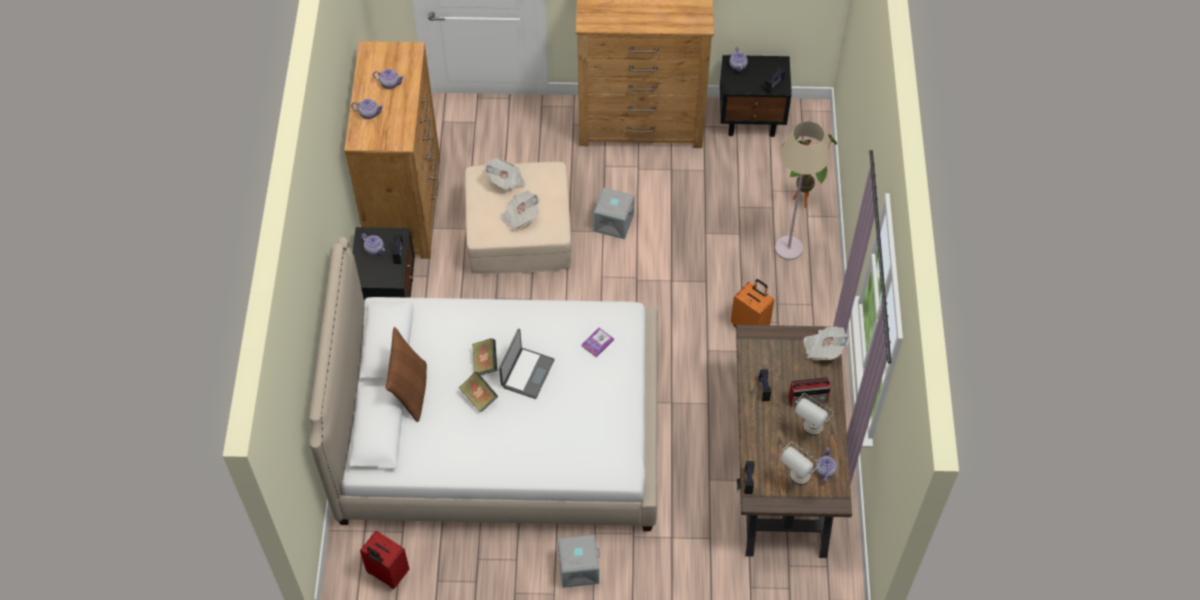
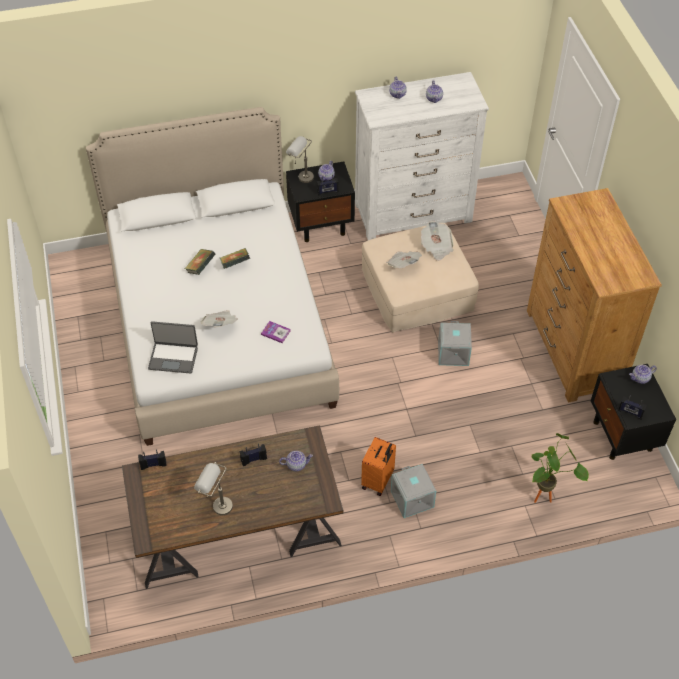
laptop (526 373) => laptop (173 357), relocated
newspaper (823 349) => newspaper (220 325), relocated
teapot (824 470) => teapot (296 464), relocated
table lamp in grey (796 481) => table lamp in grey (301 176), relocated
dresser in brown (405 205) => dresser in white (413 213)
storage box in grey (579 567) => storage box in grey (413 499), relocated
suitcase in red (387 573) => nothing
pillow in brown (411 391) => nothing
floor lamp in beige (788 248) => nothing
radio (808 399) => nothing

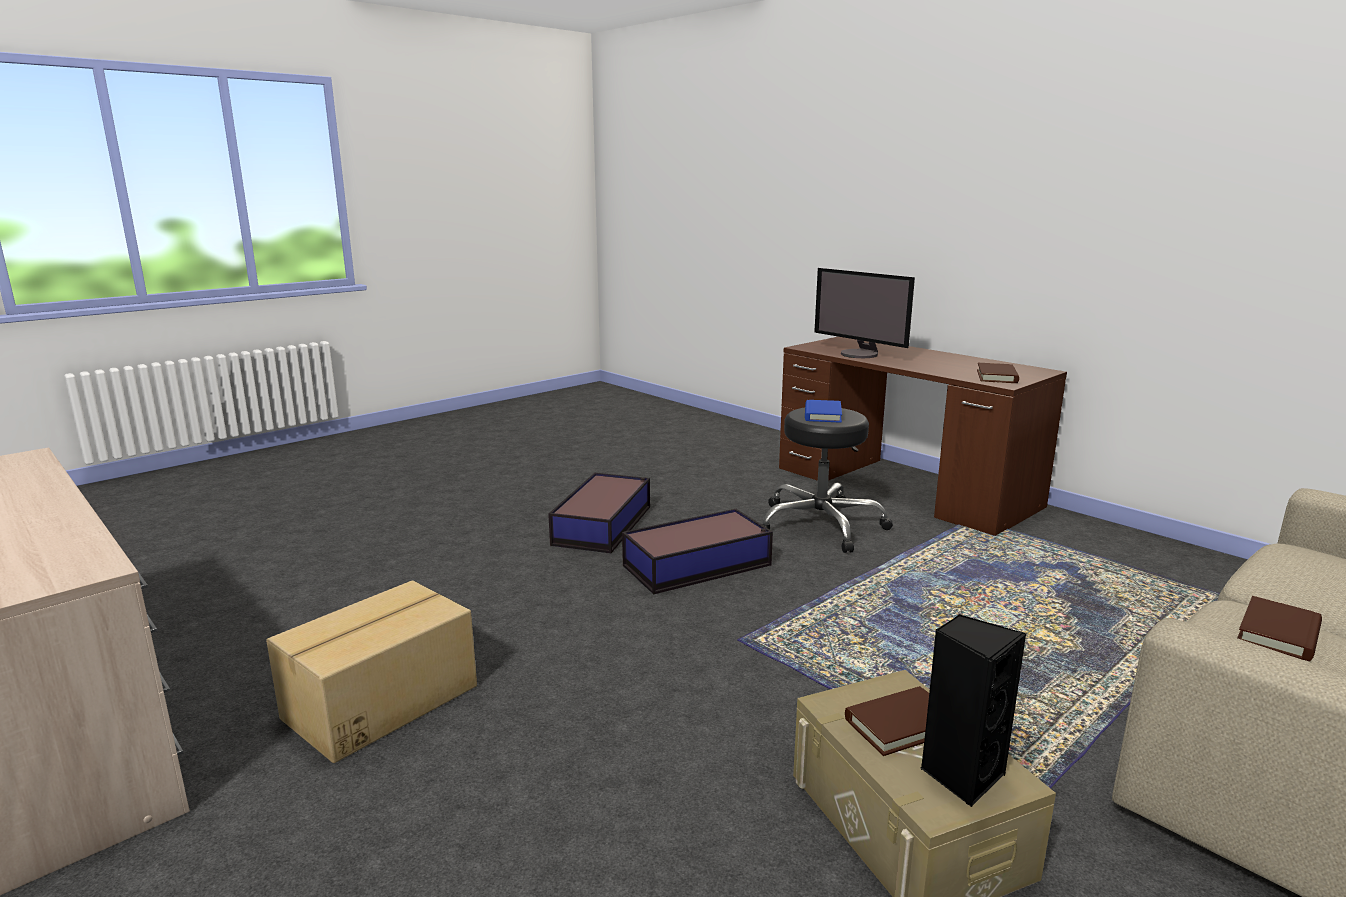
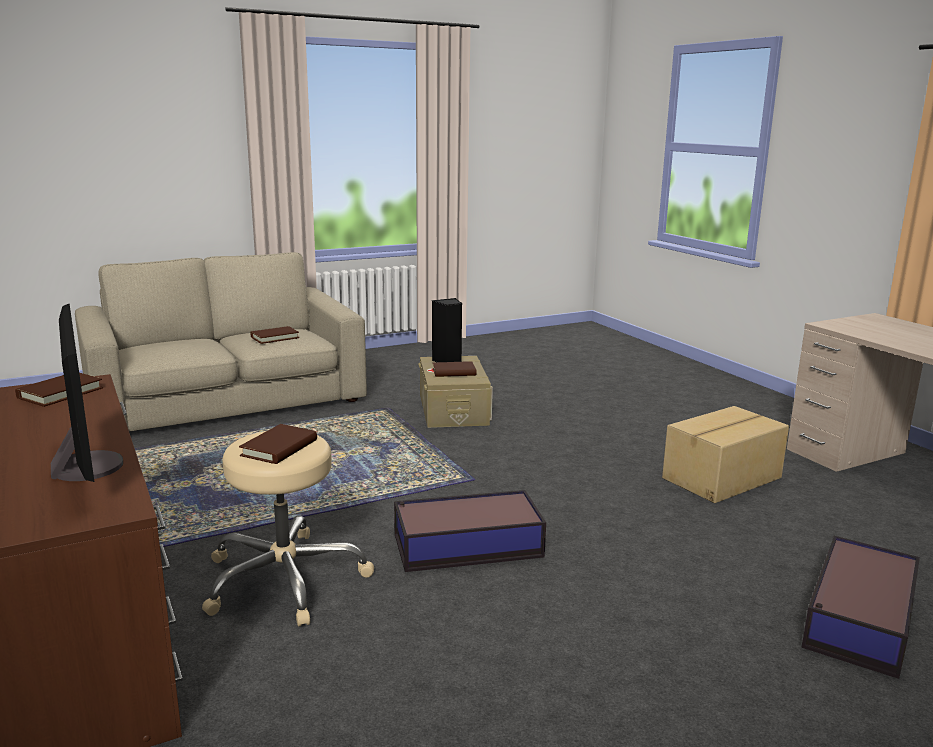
stool in black (820 524) => stool in beige (284 579)
book in blue (822 414) => book in brown (279 448)
storage box (604 524) => storage box (858 620), relocated

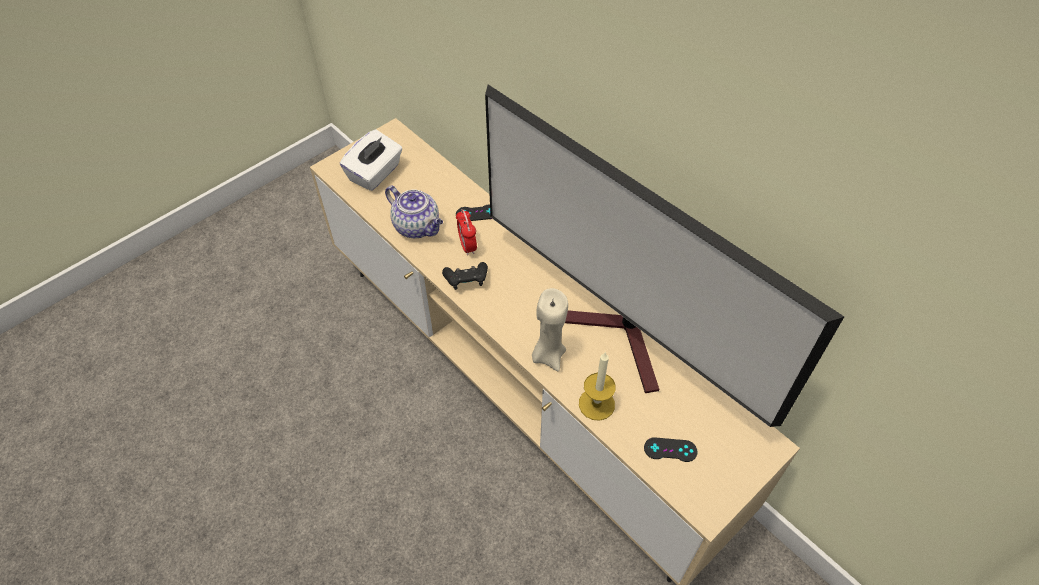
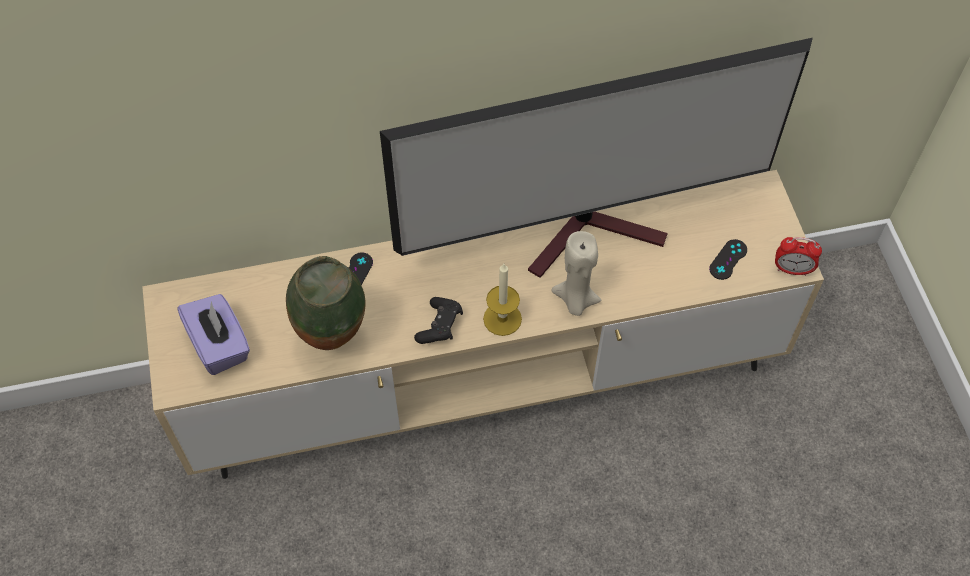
tissue box in white (375 173) => tissue box in purple (220 345)
teapot (418 227) => vase (333 338)
candle (596 404) => candle (502 319), relocated
alarm clock (467 246) => alarm clock (792 269), relocated

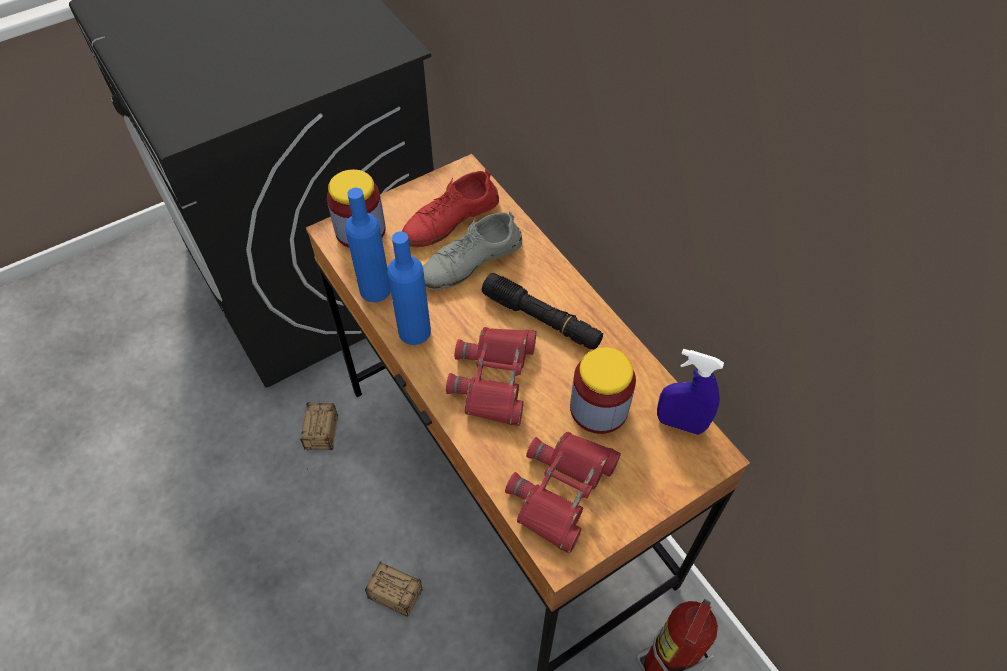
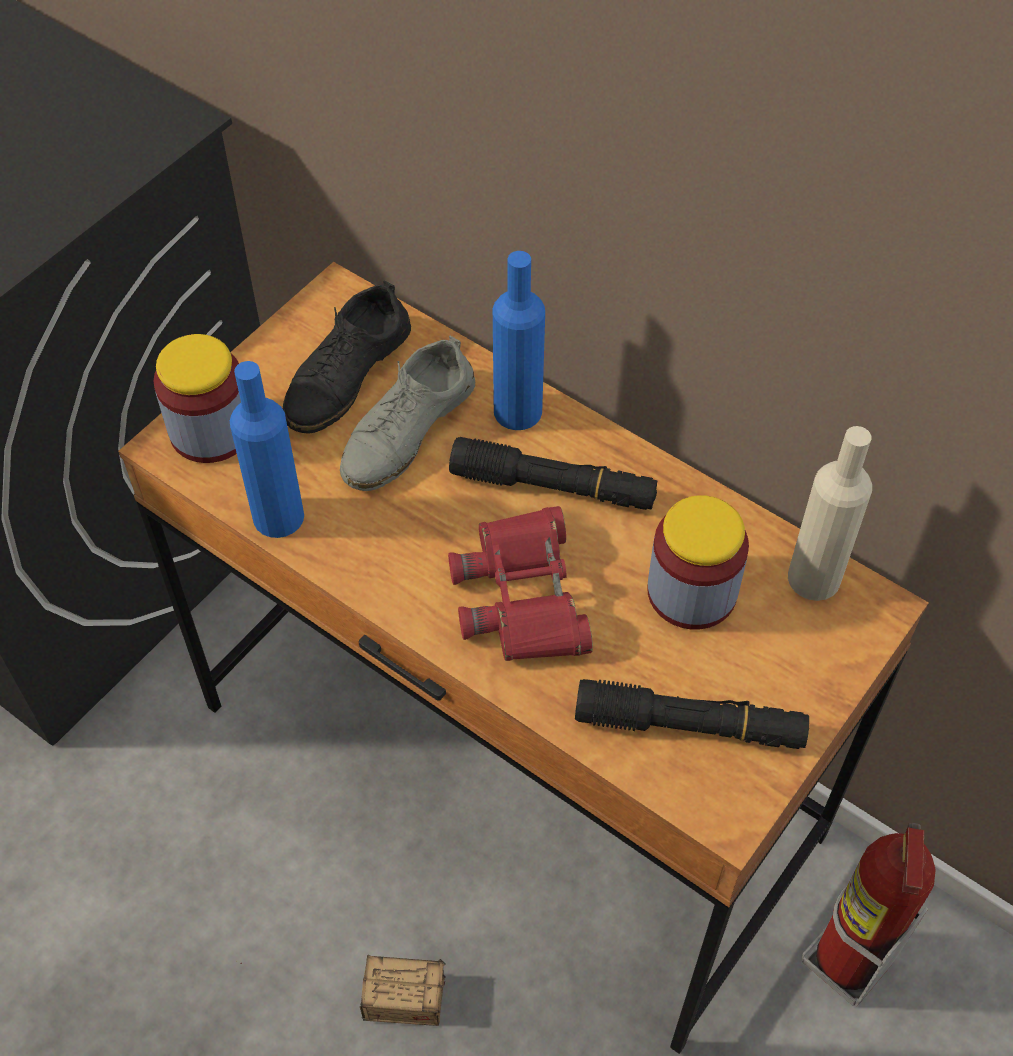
shoe in red (450 219) => shoe in black (347 374)
bottle in blue (414 331) => bottle in blue (517 411), relocated
binoculars in red (561 490) => flashlight in black (690 726)
spray bottle in blue (680 424) => bottle in beige (814 578)
storage box (317 457) => nothing

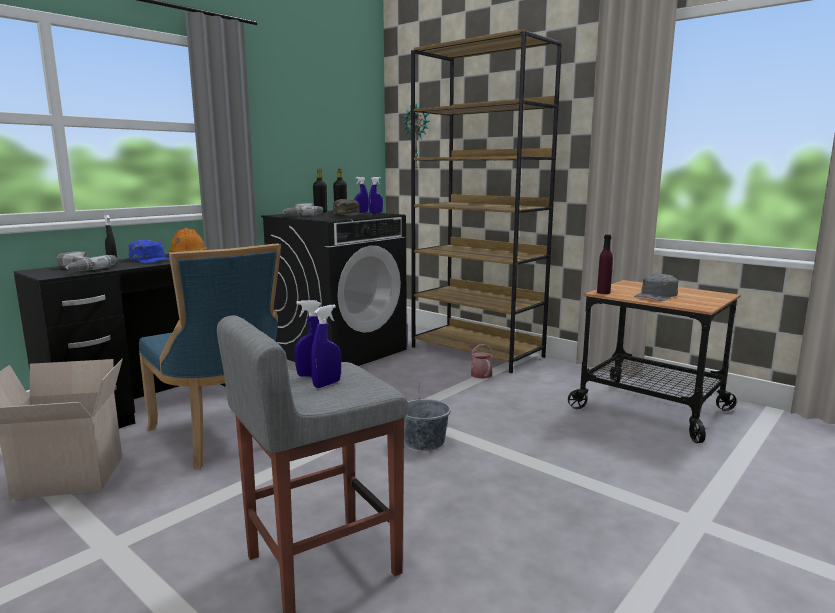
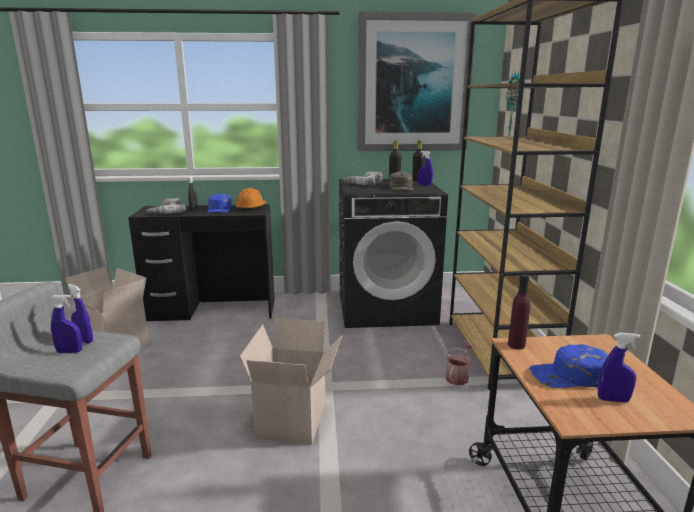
bucket in grey (424 442) => cardboard box (294 421)
nothing => picture (413 84)
cap in grey (656 296) => cap in blue (569 376)
spray bottle in blue (376 213) => spray bottle in blue (613 400), relocated
chair in blue (220 437) => nothing

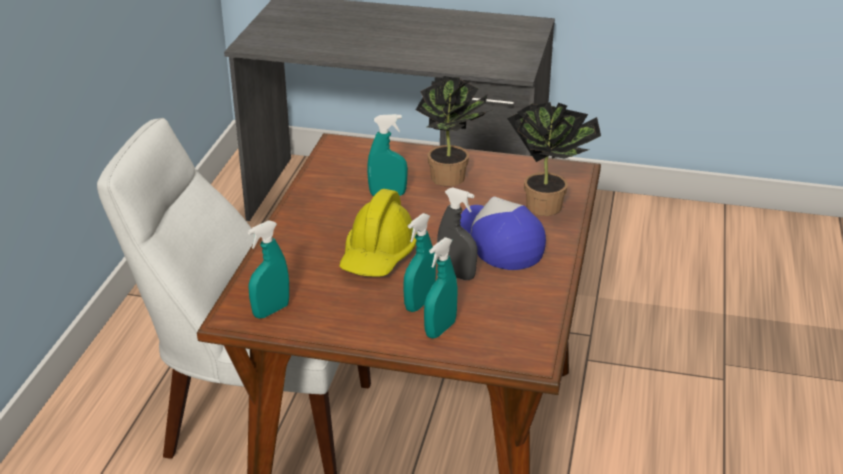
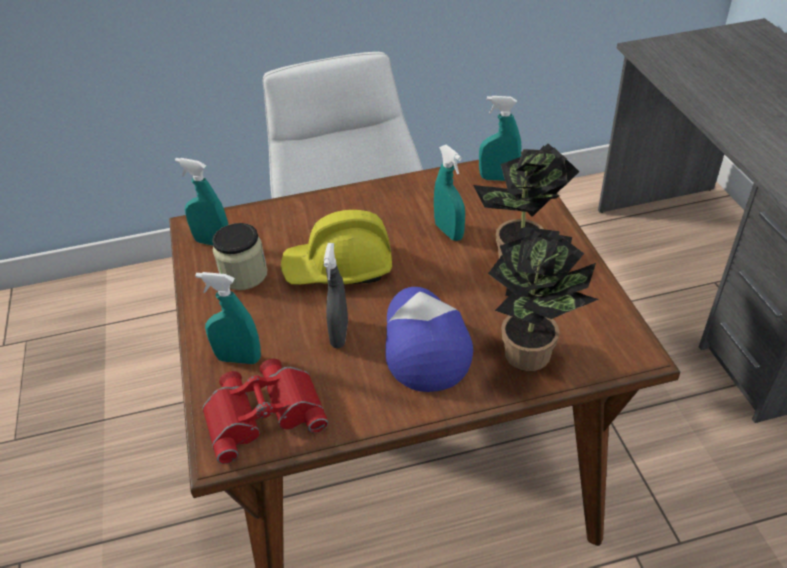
nothing => binoculars in red (264 412)
nothing => jar (244 274)
cap (499 242) => cap (423 343), 45 degrees counterclockwise
spray bottle in turquoise (419 303) => spray bottle in turquoise (498 178), relocated

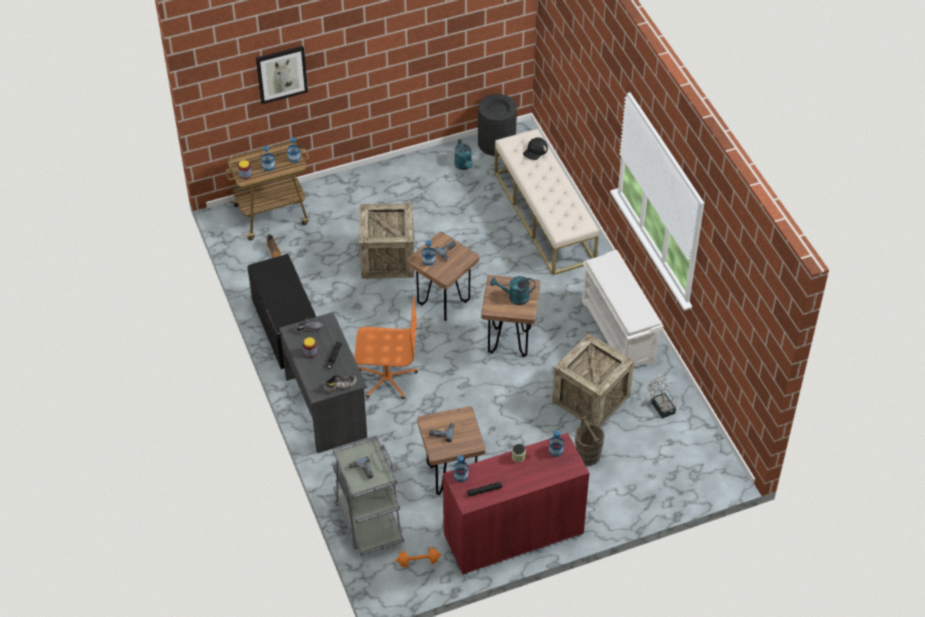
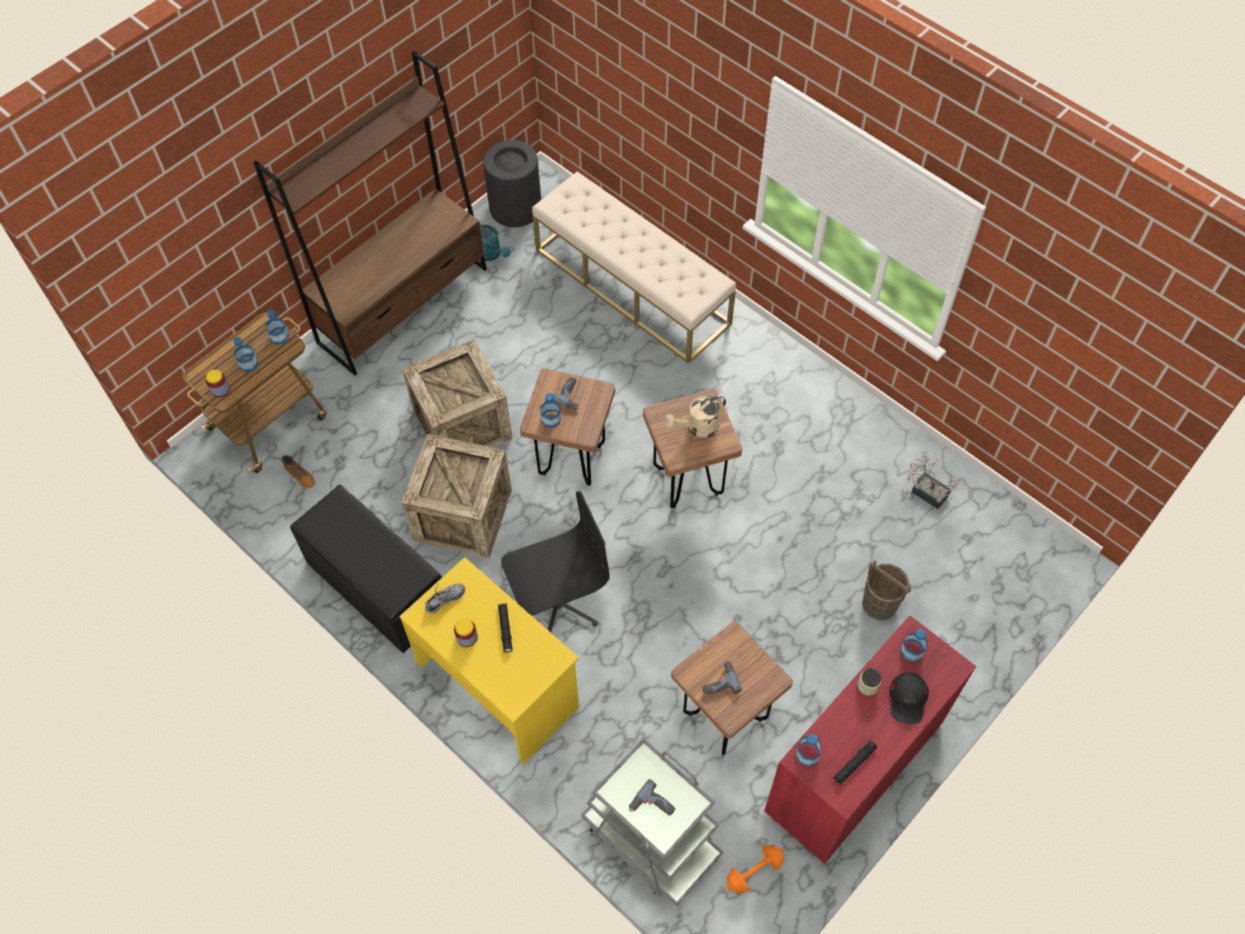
nothing => bookcase in brown (403 305)
desk in grey (327 407) => desk in yellow (499 684)
crate (591 398) => crate (463 515), relocated
office chair in orange (387 378) => office chair in black (557 603)
watering can in turquoise (514 297) => watering can in beige (697 428)
cap in black (535 151) => cap in black (907 699), relocated
picture (281 74) => nothing
shoe (340 386) => nothing
shoe rack in white (619 333) => nothing

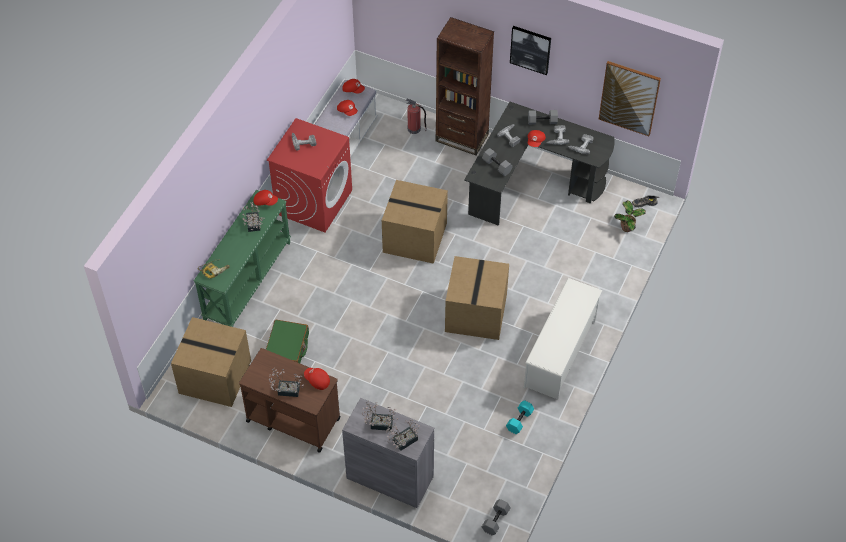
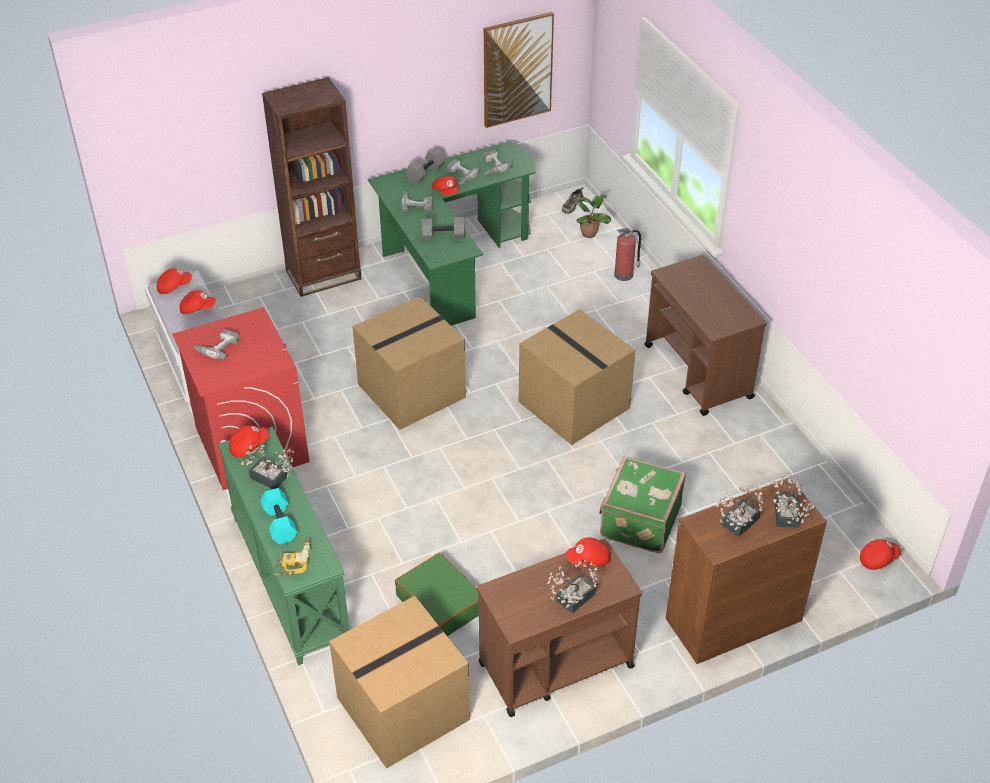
dumbbell in turquoise (519 420) => dumbbell in turquoise (279 523), relocated
desk in black (531 183) => desk in green (450 262)
nothing => suitcase in green (638 521)
fire extinguisher (414 129) => fire extinguisher (624 274), relocated
shoe rack in white (560 353) => cart in brown (698 372)
cabinet in grey (390 477) => cabinet in brown (733 619)
dumbbell in grey (495 520) => cap in red (878 558)
picture (530 49) => nothing

